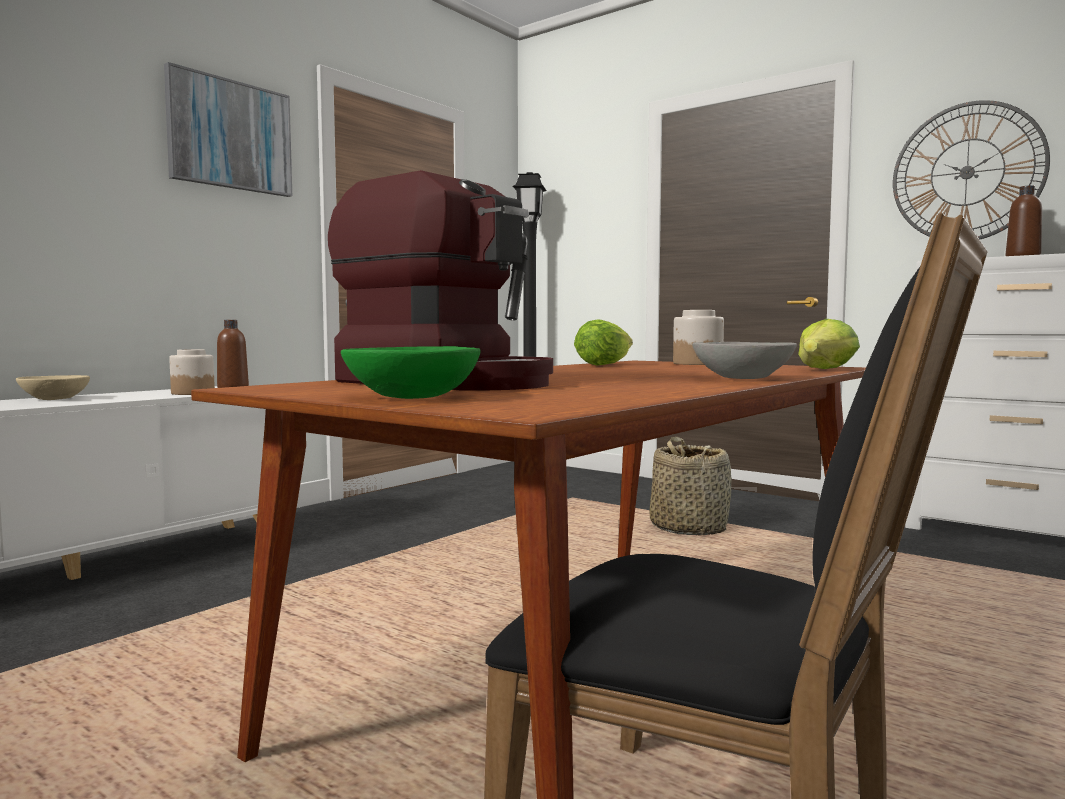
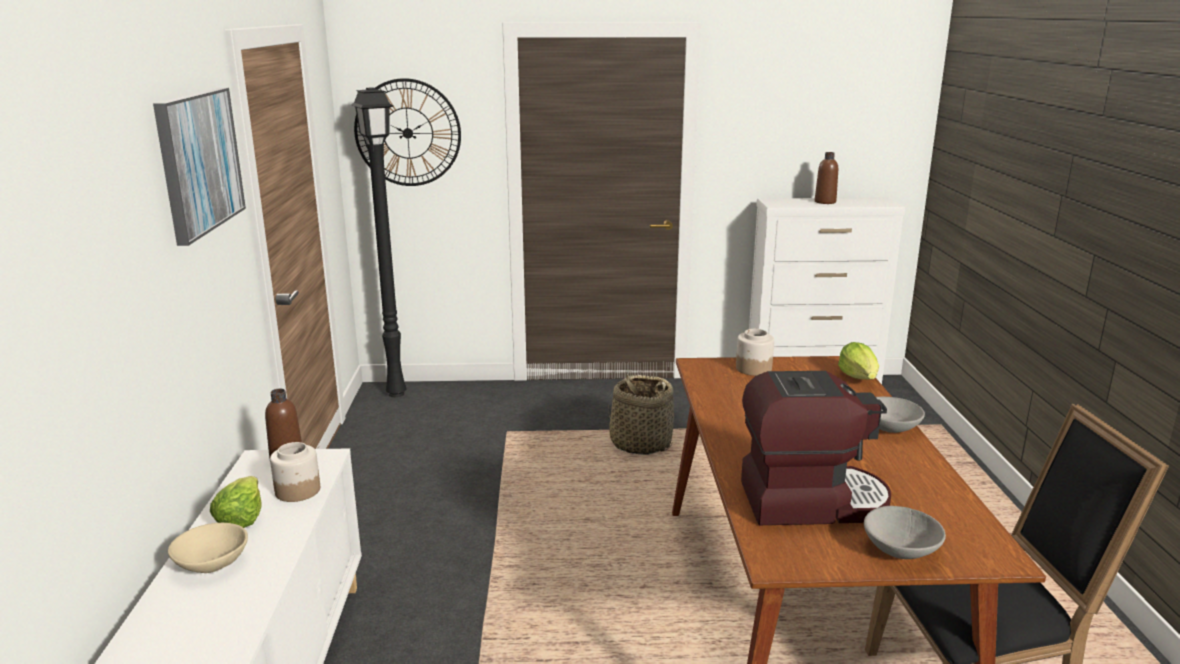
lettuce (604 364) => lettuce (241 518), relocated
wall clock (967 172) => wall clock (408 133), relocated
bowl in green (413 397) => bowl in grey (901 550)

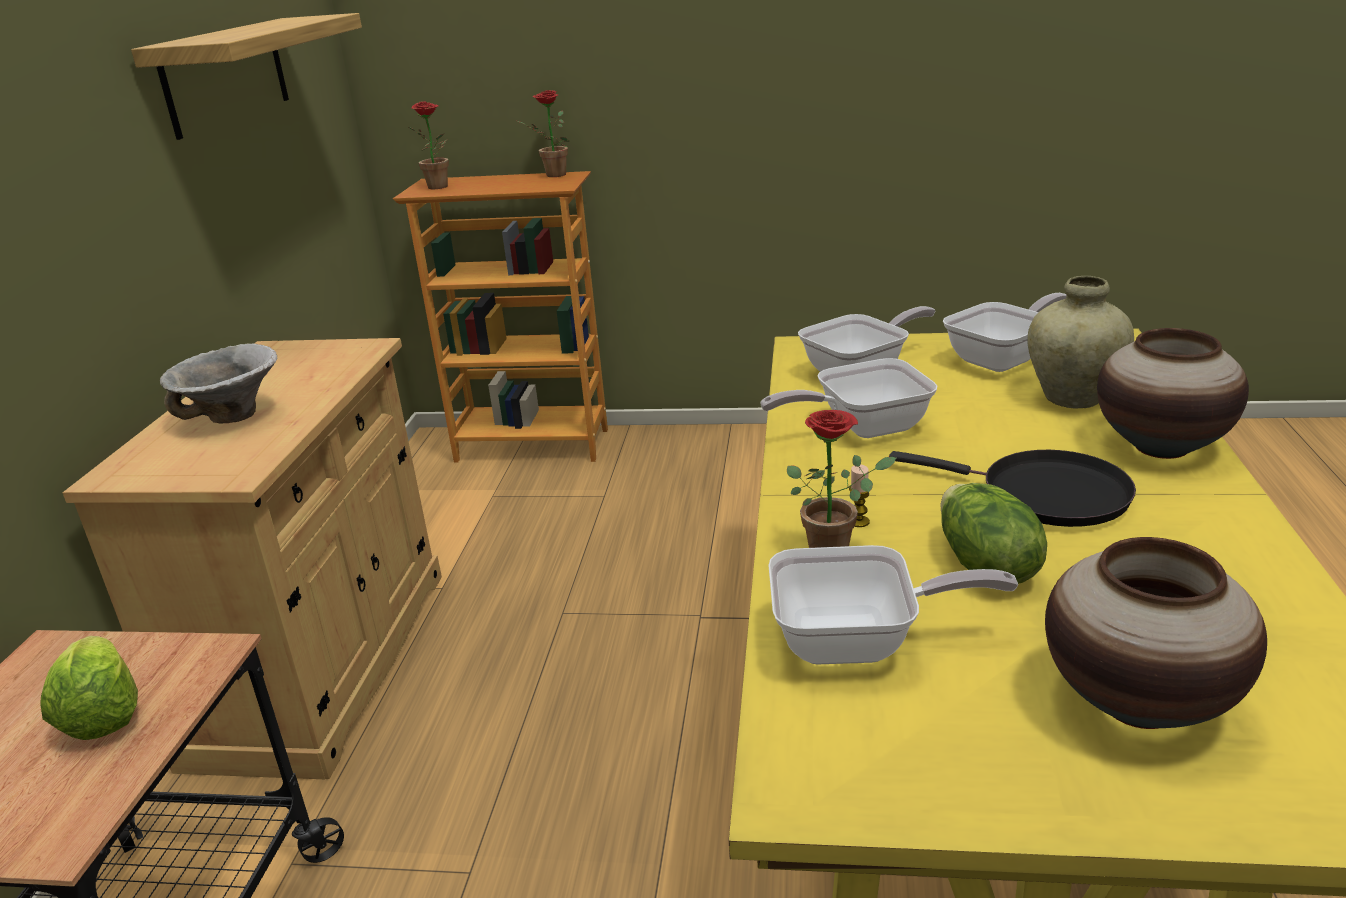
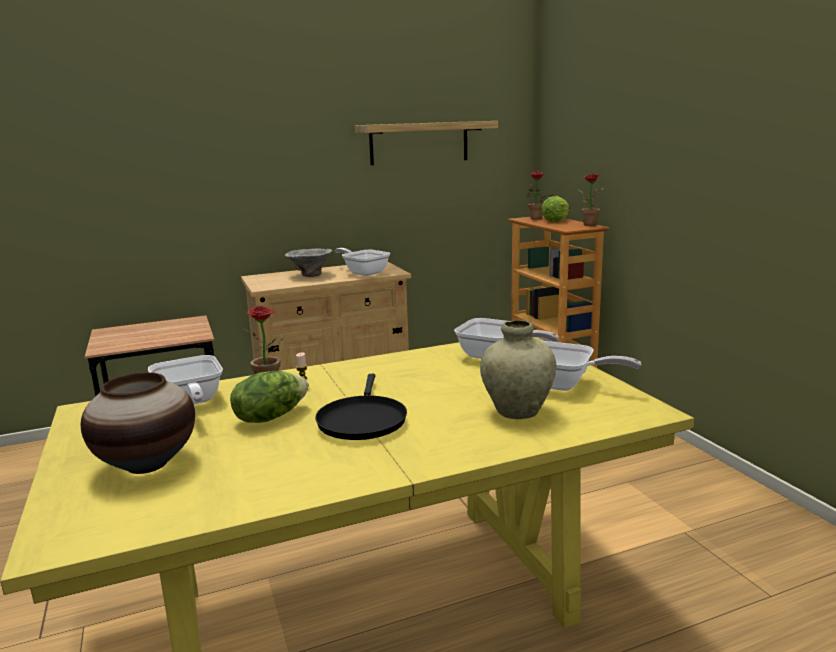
frying pan (862 428) => frying pan (364 273), relocated
lettuce (103 715) => lettuce (556 221), relocated
vase (1160 447) => nothing

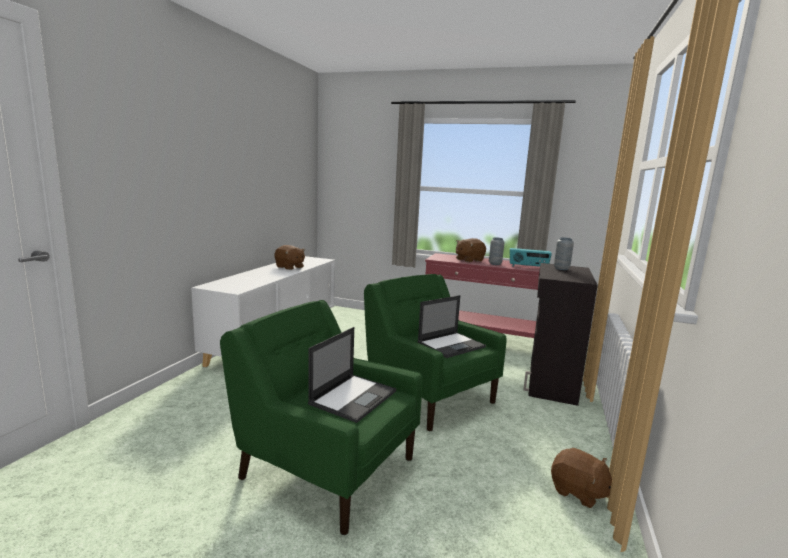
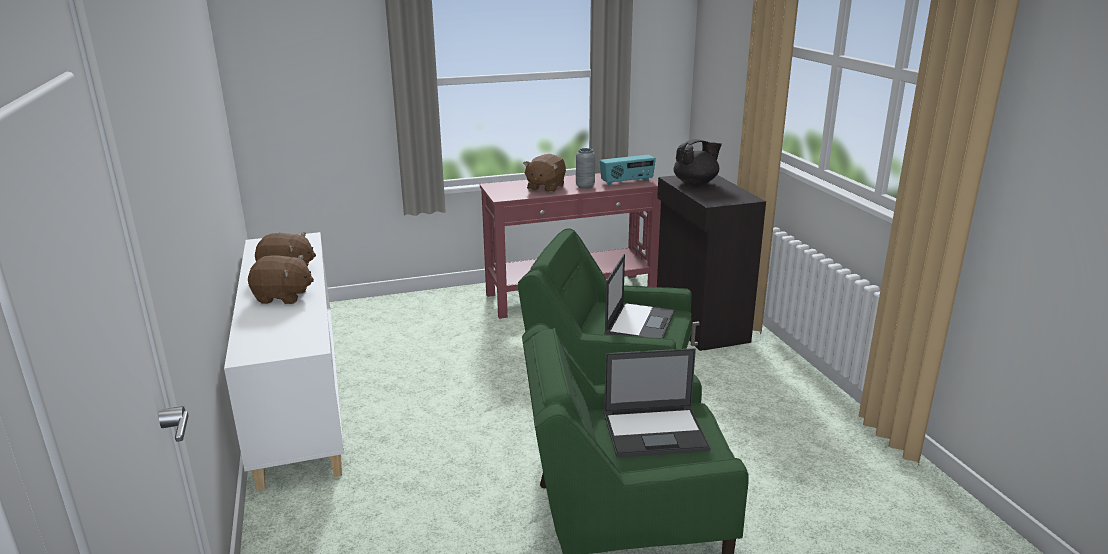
plush toy in brown (578 492) => plush toy in brown (283 297), relocated
laptop (353 397) => laptop (656 432), 90 degrees clockwise
vase in grey (561 269) => teapot in black (696 183)

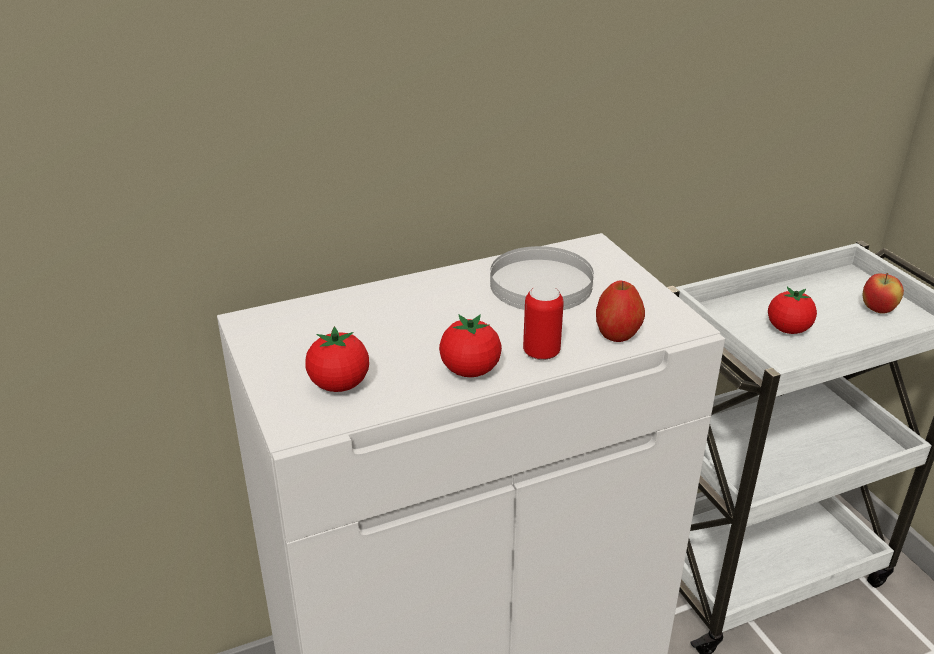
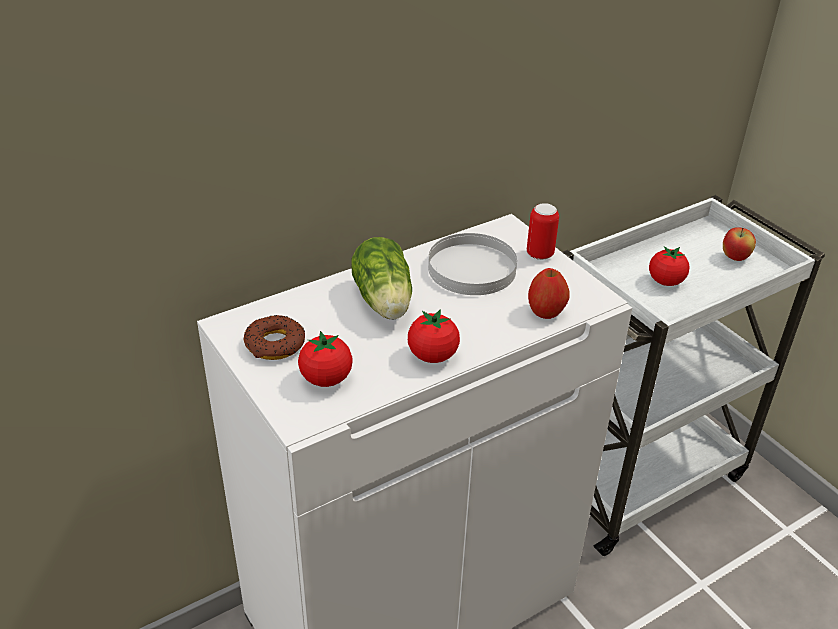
nothing => donut (275 344)
nothing => lettuce (384 302)
can (541 353) => can (540 254), relocated

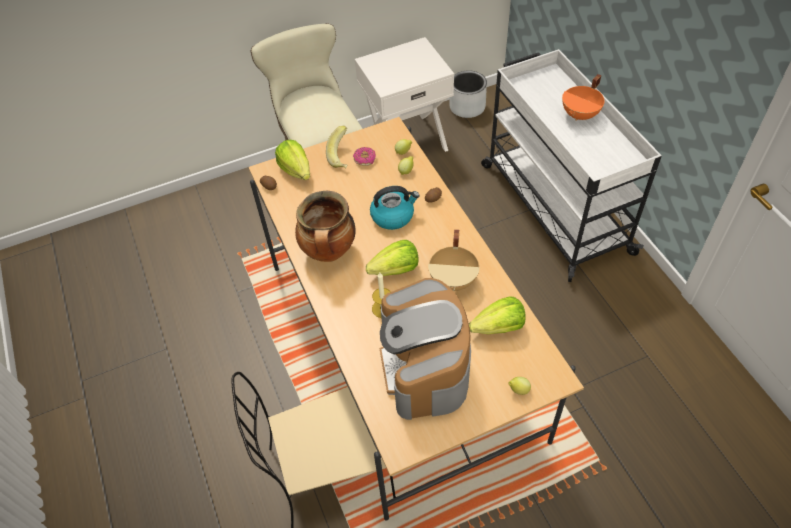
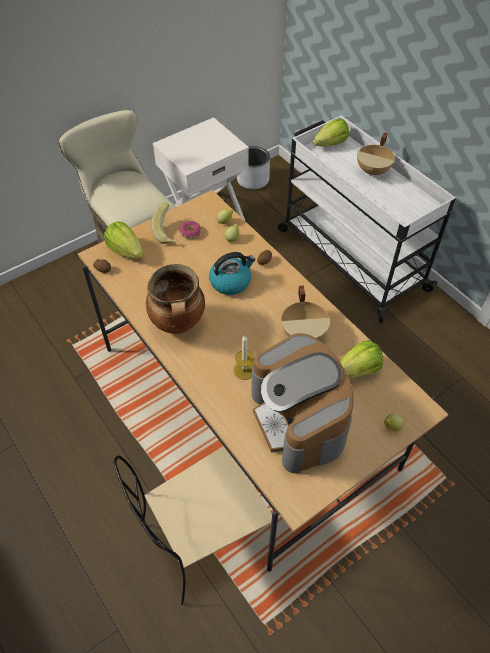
lettuce (395 270) => lettuce (331 144), relocated
cooking pot in orange (581 115) => cooking pot in beige (373 171)

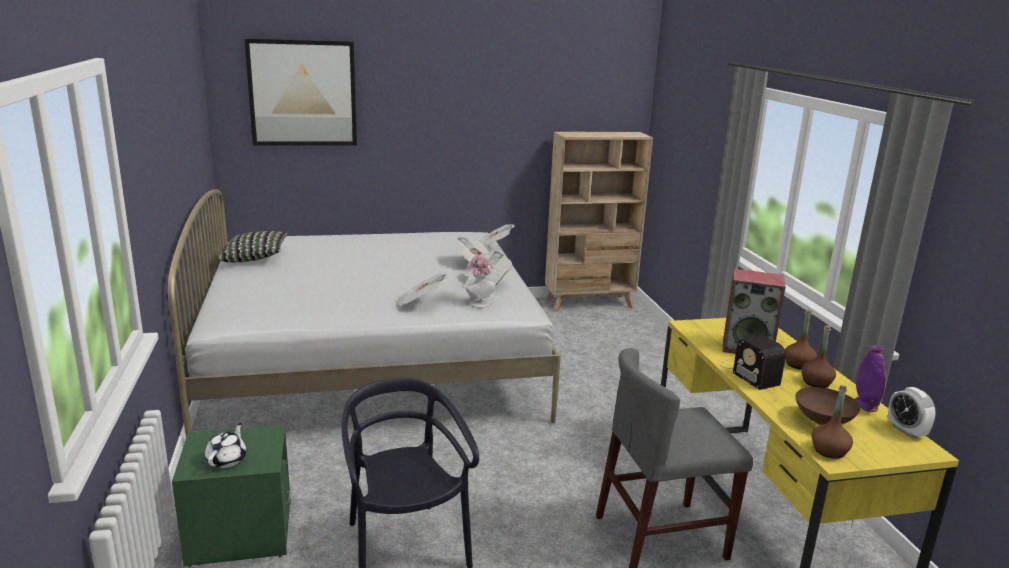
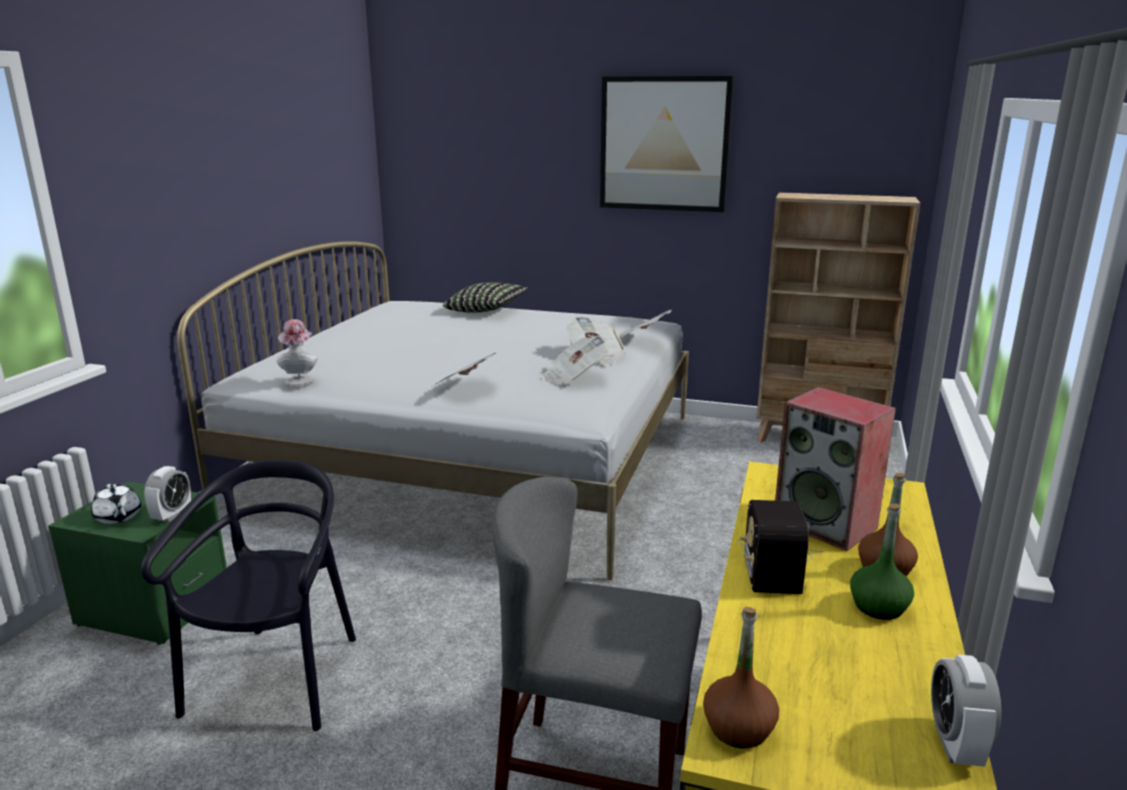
teapot in white (227 459) => teapot in white (118 517), 105 degrees clockwise
nothing => alarm clock (172 515)
hat (478 302) => hat (300 379), relocated
pillow (255 258) => pillow (486 311), relocated
picture (302 93) => picture (664 144), relocated
bottle in brown (816 382) => bottle in green (878 607)
bowl in brown (823 422) => nothing
vase in purple (865 405) => nothing

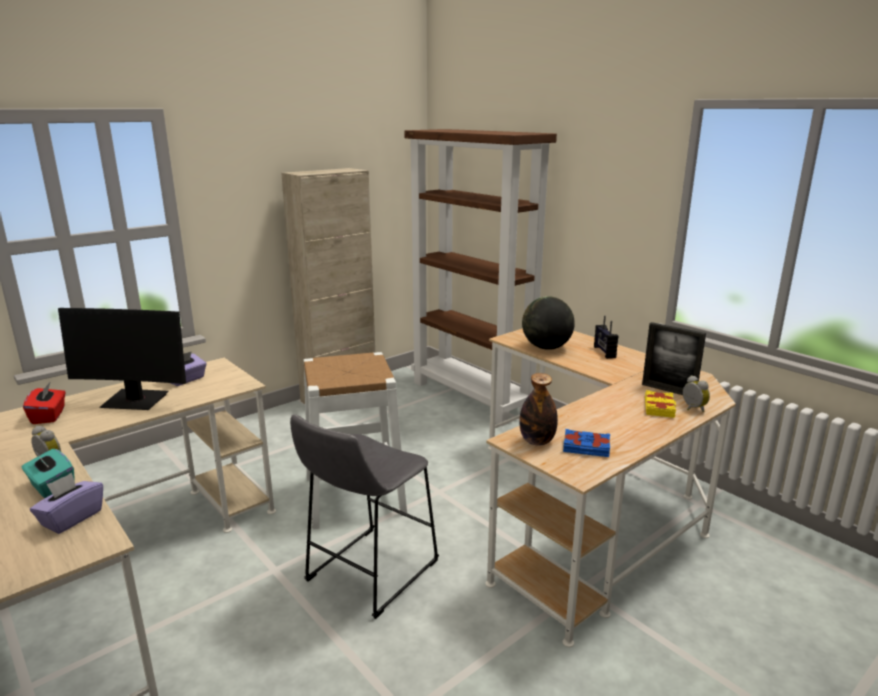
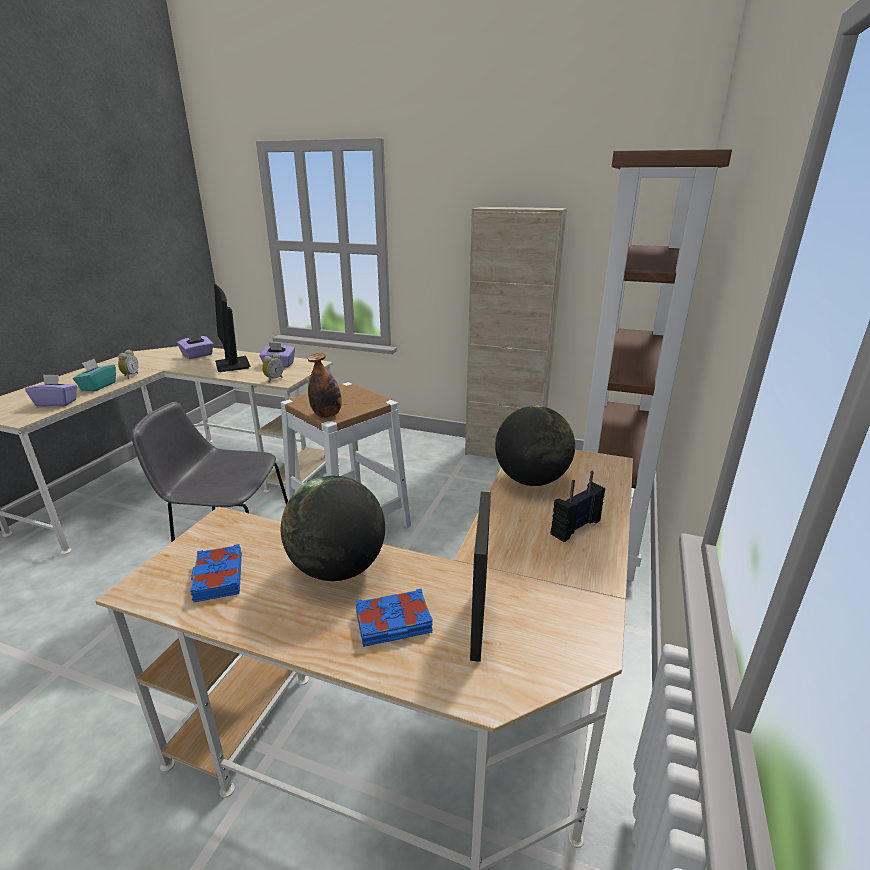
tissue box in red (49 416) => tissue box in purple (198 355)
alarm clock (692 409) => alarm clock (273 379), relocated
nothing => globe (338 569)
bottle (537 441) => bottle (327 415), relocated
book in yellow (660 408) => book in blue (394 623)

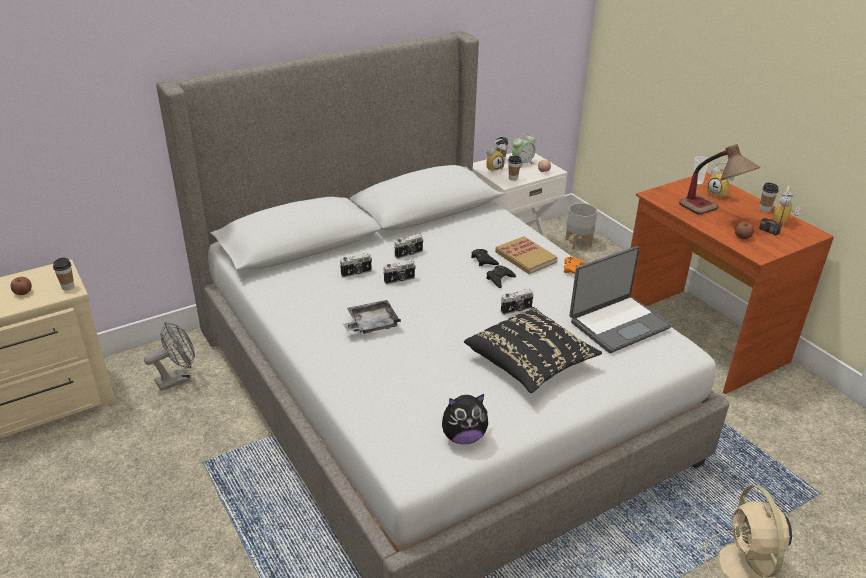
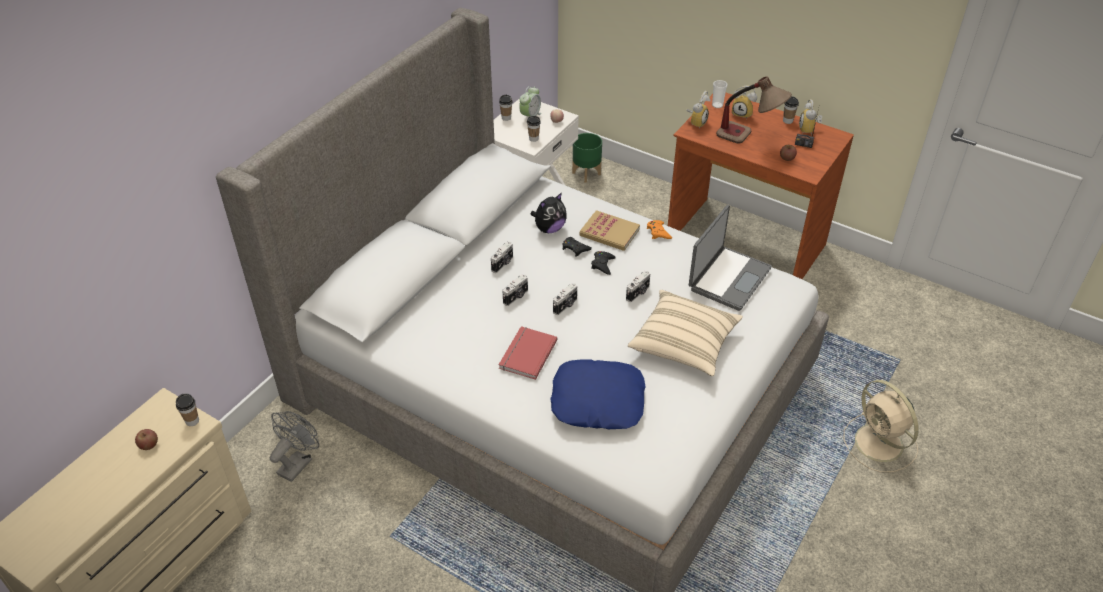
tray in grey (371 324) => book in red (526 354)
plush toy (463 437) => plush toy (549 228), relocated
nothing => pillow in blue (598 400)
photo camera (356 273) => photo camera (566 306), relocated
planter in grey (578 243) => planter in green (587 173)
pillow in black (530 363) => pillow in beige (683 344)
alarm clock (493 168) => alarm clock (696 122), relocated

